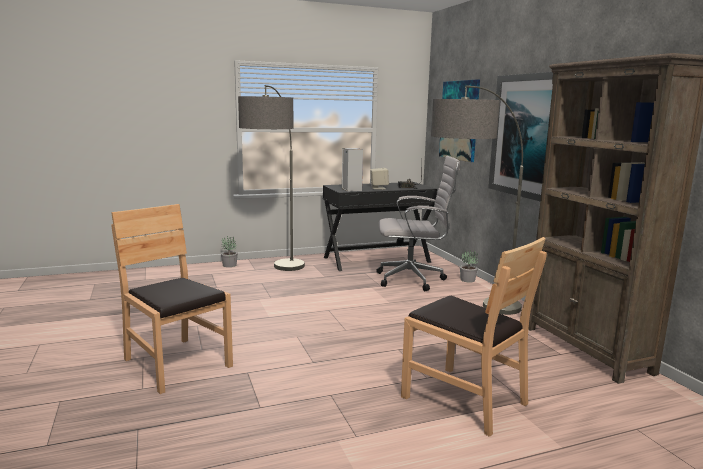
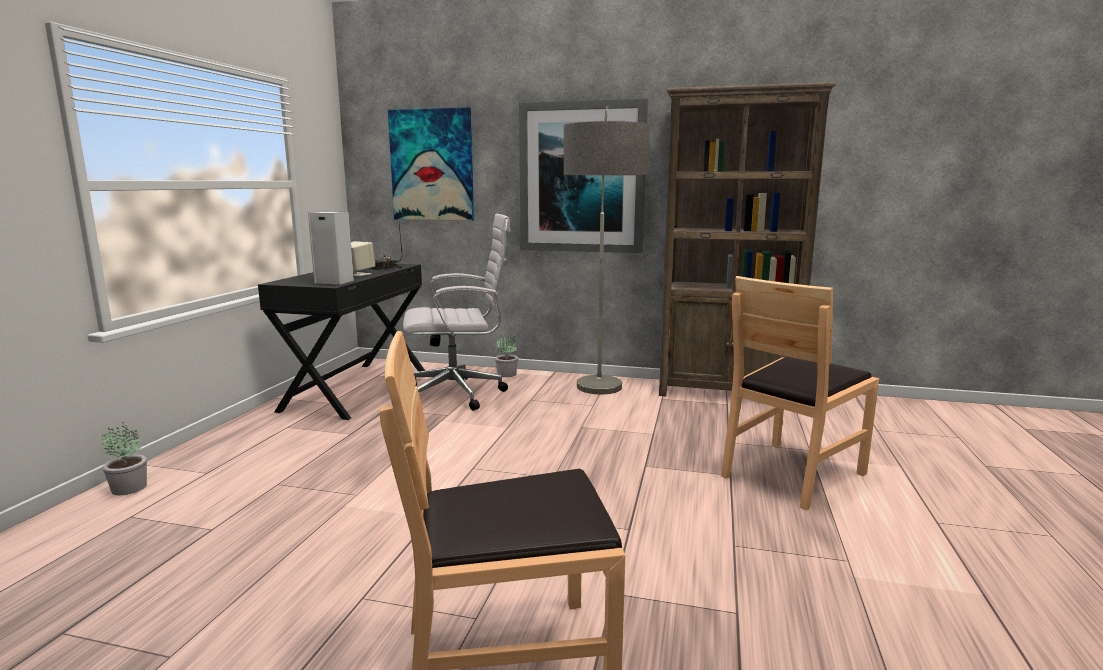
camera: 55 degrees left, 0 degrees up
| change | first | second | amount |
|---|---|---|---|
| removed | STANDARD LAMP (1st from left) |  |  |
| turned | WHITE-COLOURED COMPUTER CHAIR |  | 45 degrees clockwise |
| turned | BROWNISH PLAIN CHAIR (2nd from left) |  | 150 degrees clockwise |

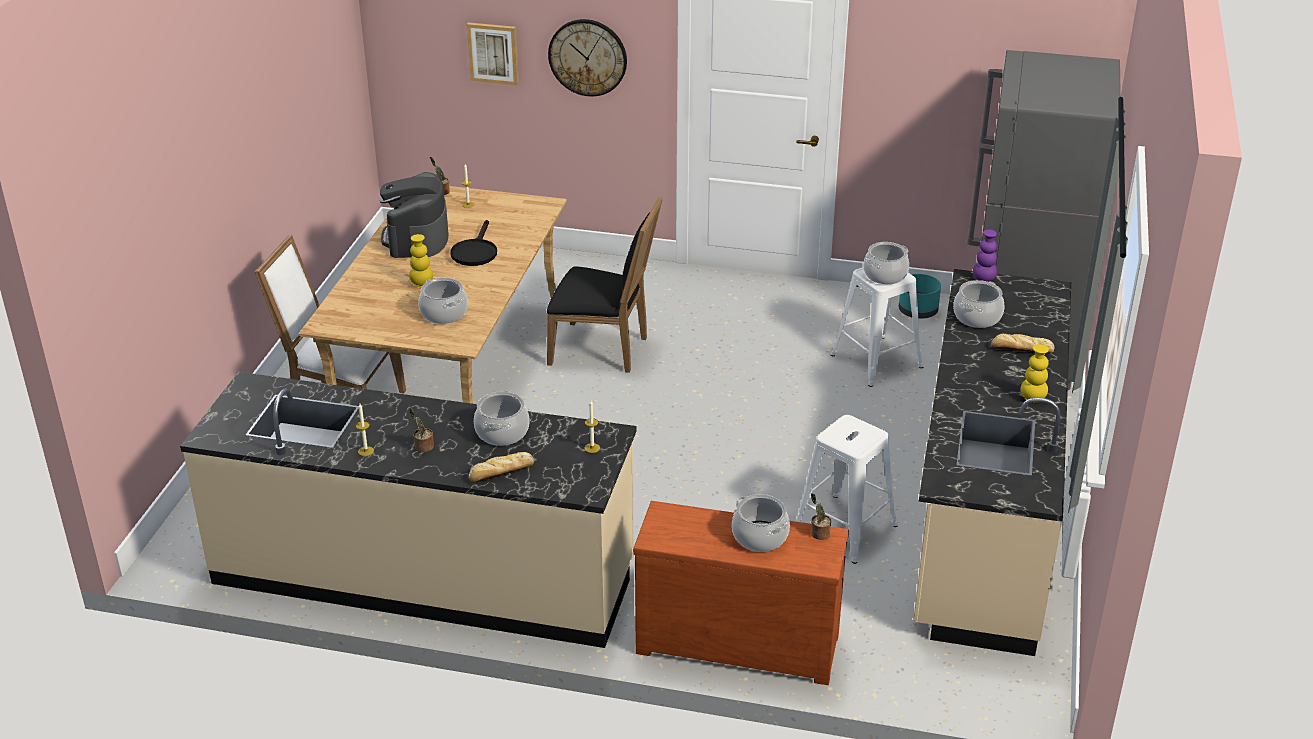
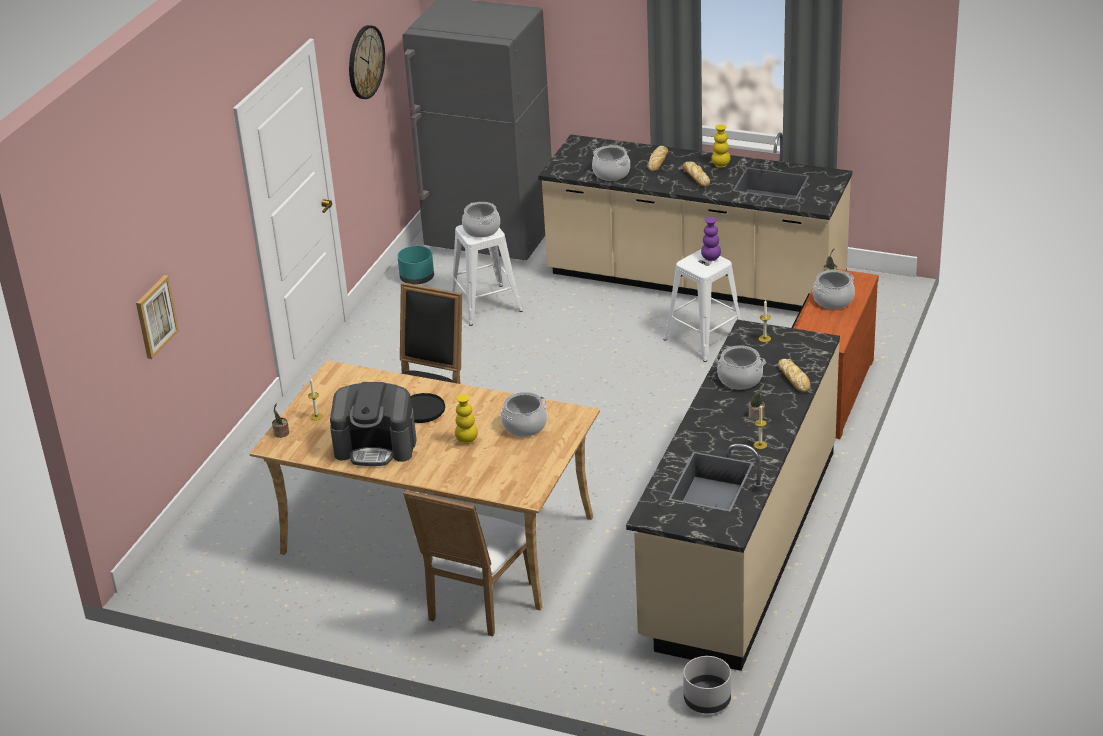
camera: 80 degrees left, 0 degrees up
| change | first | second | amount |
|---|---|---|---|
| added |  | BAKED BREAD (2nd from left) |  |
| added |  | GRAY PLANTER |  |
| moved | WALL CLOCK |  |  |
| moved | PURPLE FLOWER VASE |  |  |

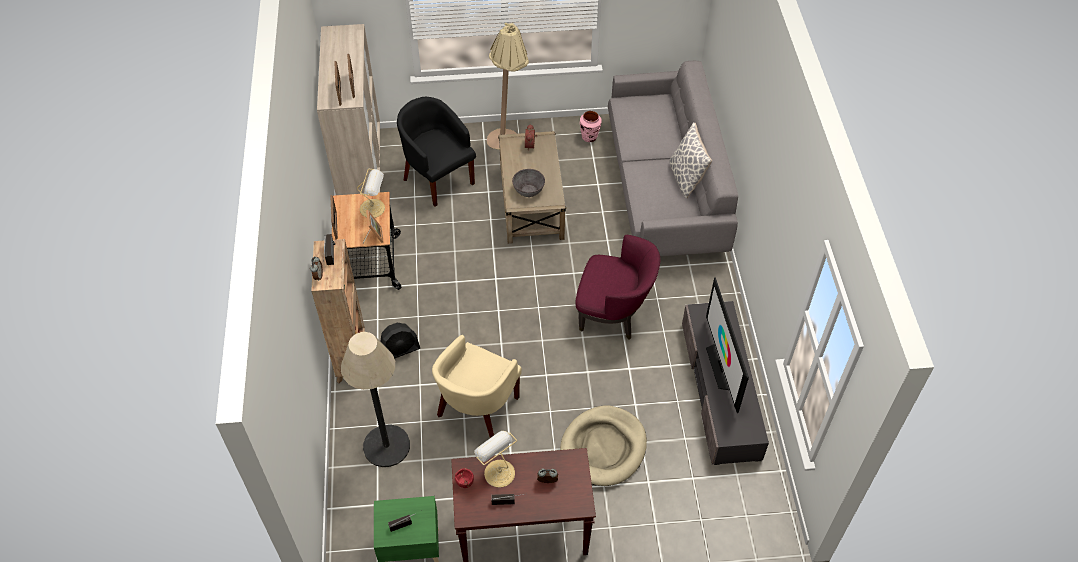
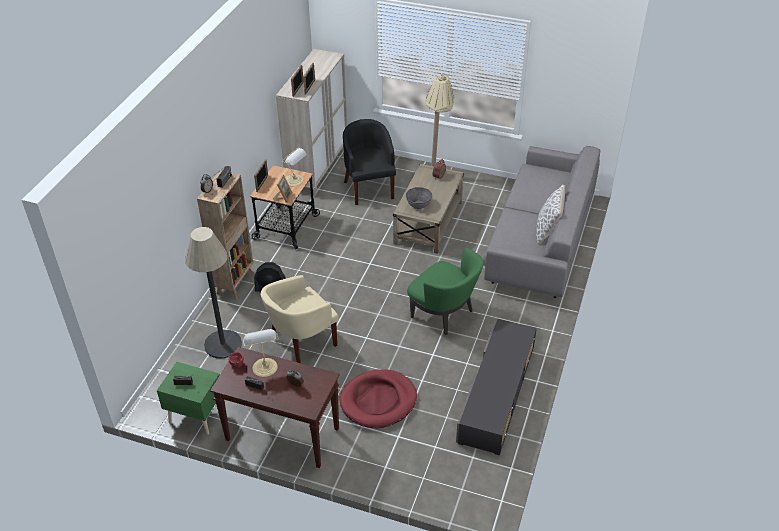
camera: 25 degrees right, 10 degrees down
| change | first | second | amount |
|---|---|---|---|
| removed | PINKISH FLOWER VASE |  |  |
| removed | TELEVISION |  |  |
| recoloured | SAND-COLOURED DOG CUSHION | REDDISH DOG CUSHION |  |
| recoloured | PURPLE EASY CHAIR | GREENISH EASY CHAIR |  |

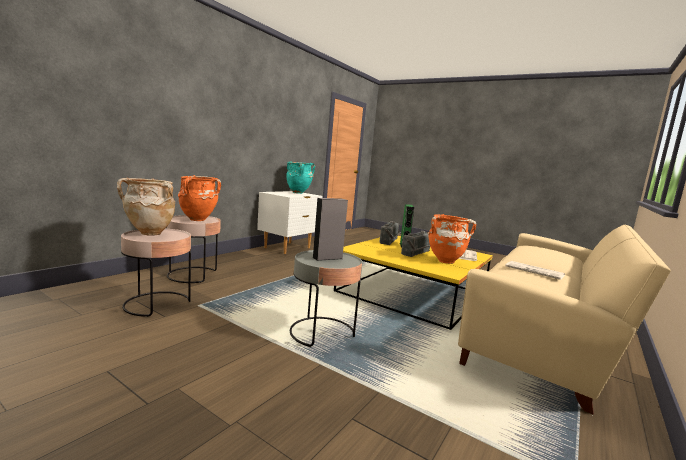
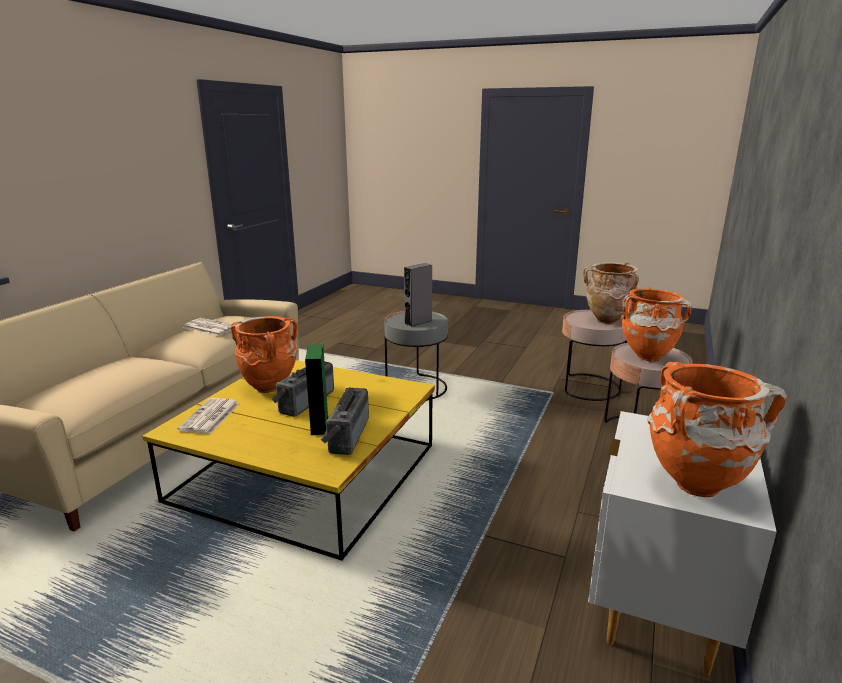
camera: 170 degrees right, 10 degrees up
| change | first | second | amount |
|---|---|---|---|
| recoloured | TURQUOISE FLOWER VASE | ORANGE FLOWER VASE (3rd from left) |  |

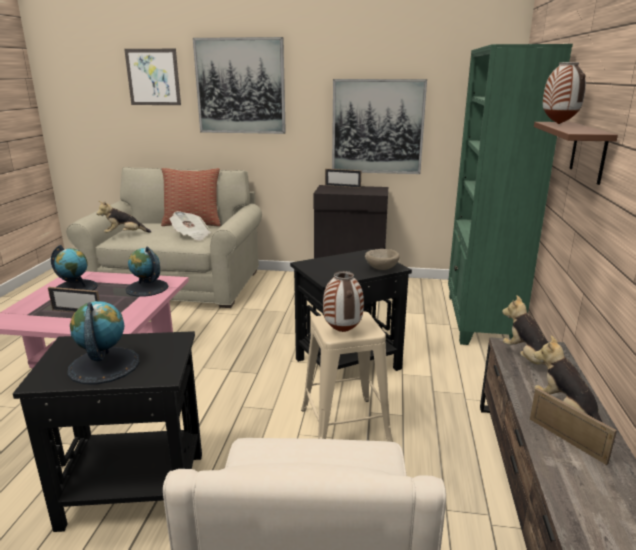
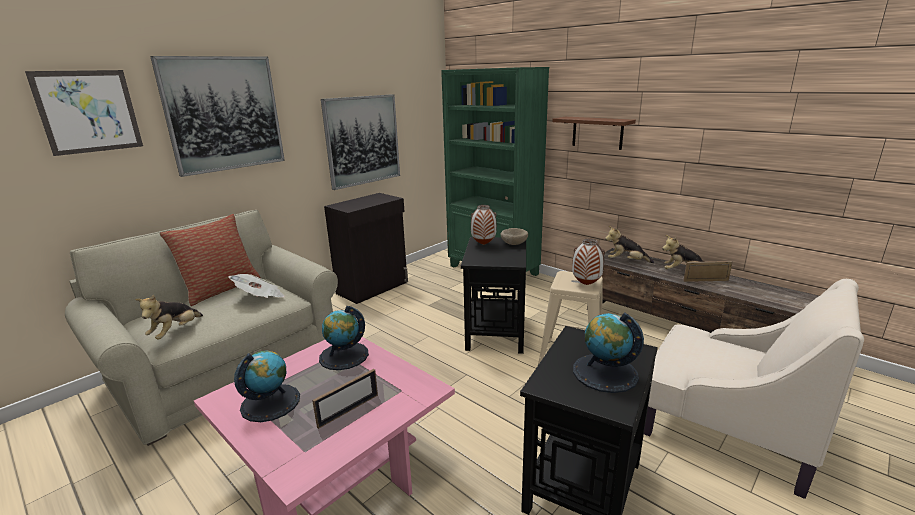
camera: 55 degrees left, 0 degrees up
| change | first | second | amount |
|---|---|---|---|
| removed | PHOTO FRAME (2nd from left) |  |  |
| moved | FLOWER VASE (2nd from left in the first image) | FLOWER VASE (1st from left) |  |

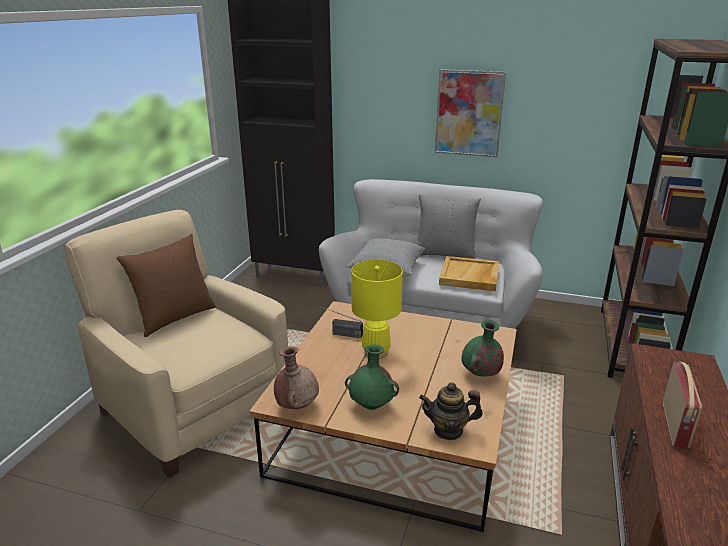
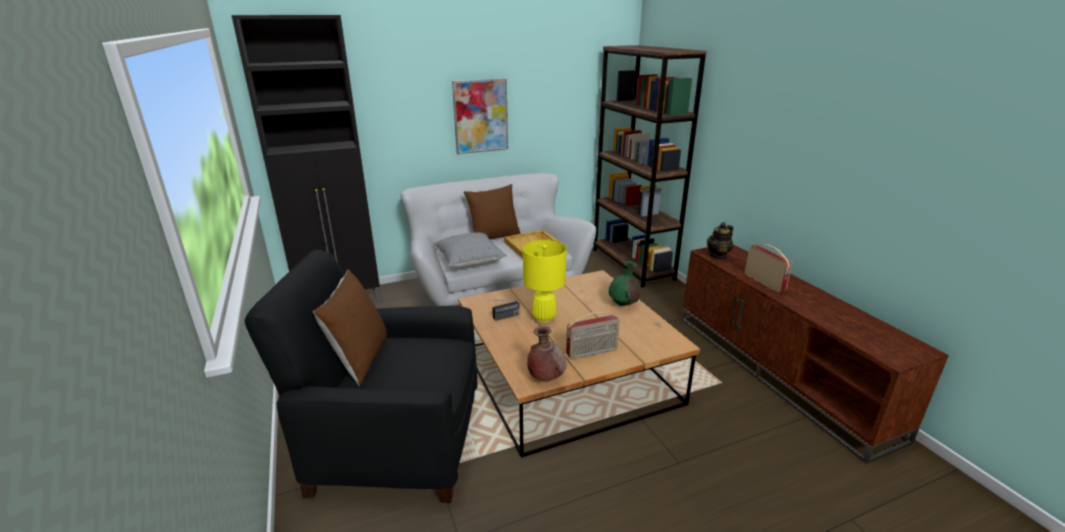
camera: 40 degrees left, 0 degrees up
| change | first | second | amount |
|---|---|---|---|
| moved | TEA POT |  |  |
| replaced | GREENISH FLOWER VASE (1st from left) | RADIO (2nd from left) |  |
| recoloured | SAND-COLOURED EASY CHAIR | BLACK EASY CHAIR |  |
| recoloured | GRAY PILLOW (2nd from left) | BROWNISH PILLOW (2nd from left) |  |

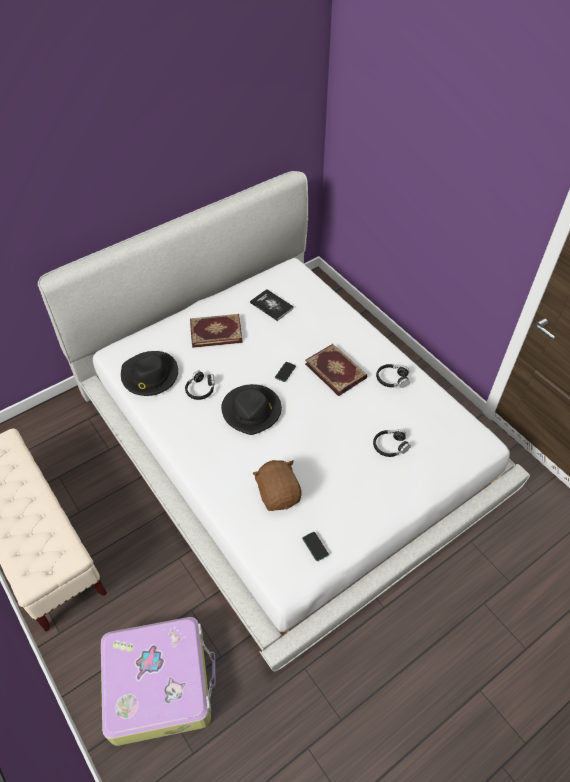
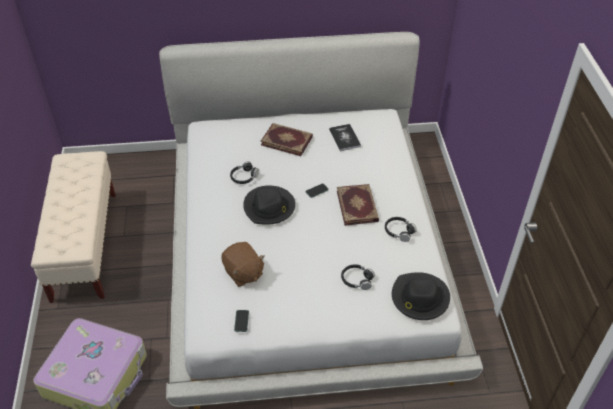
camera: 30 degrees right, 5 degrees down
| change | first | second | amount |
|---|---|---|---|
| moved | BLACK HAT (1st from left in the first image) | BLACK HAT (2nd from left) |  |
| turned | BROWNISH PLUSH TOY |  | 135 degrees clockwise |

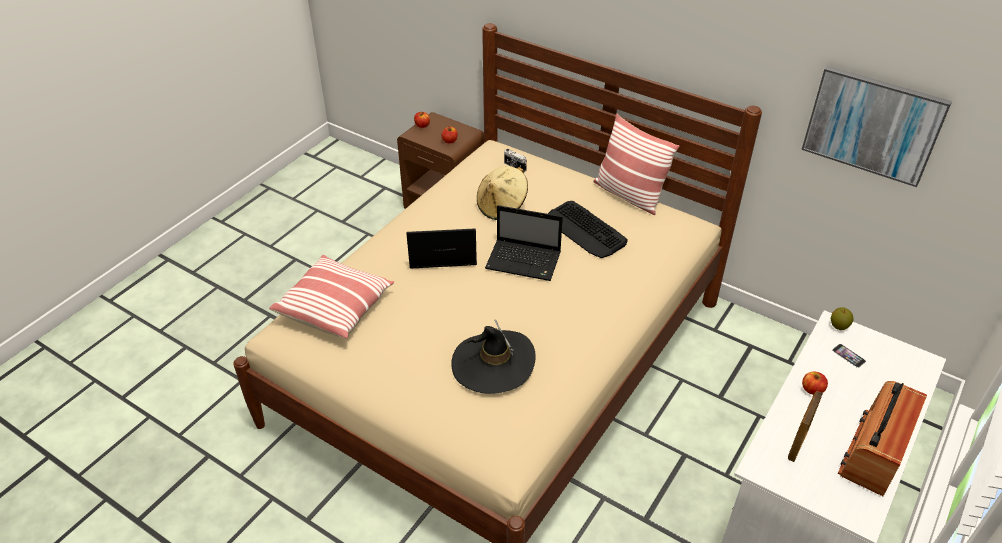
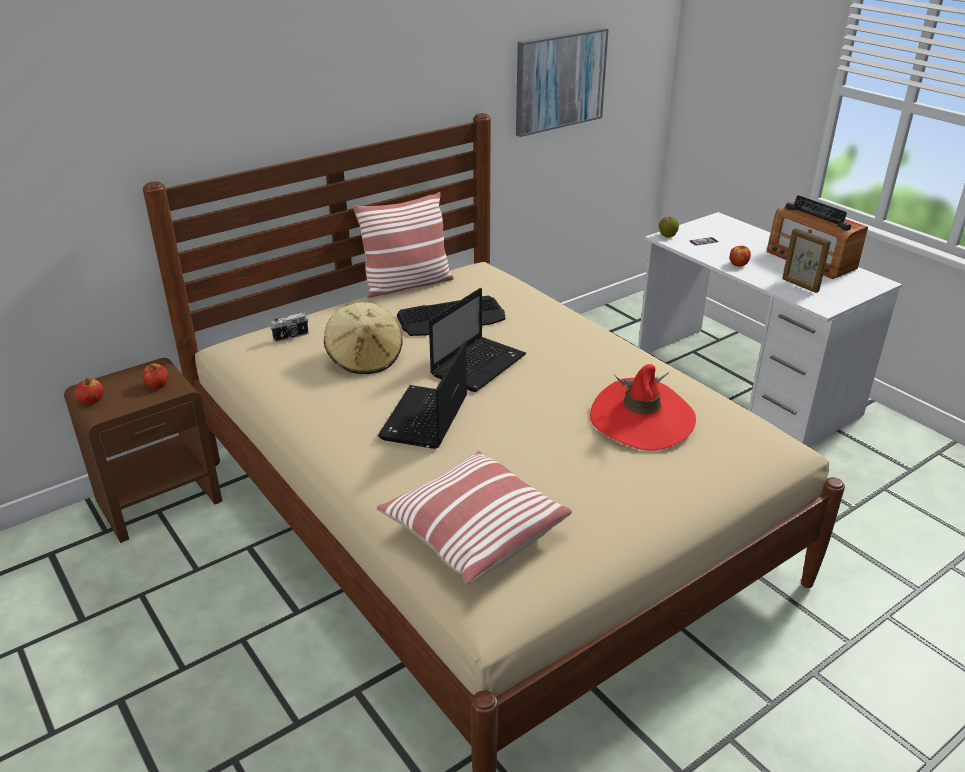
camera: 70 degrees left, 10 degrees down
| change | first | second | amount |
|---|---|---|---|
| recoloured | BLACK HAT | REDDISH HAT |  |

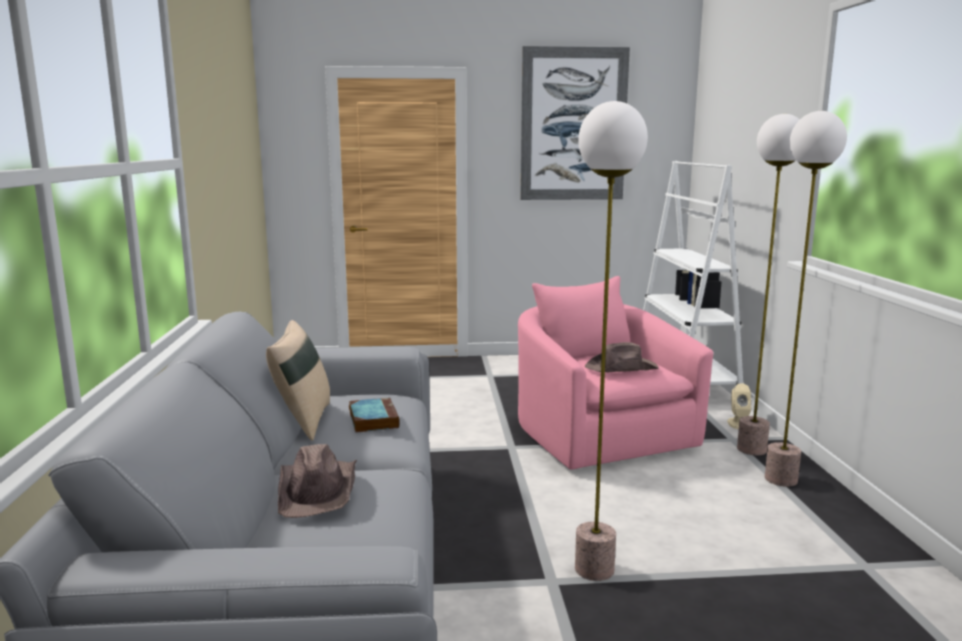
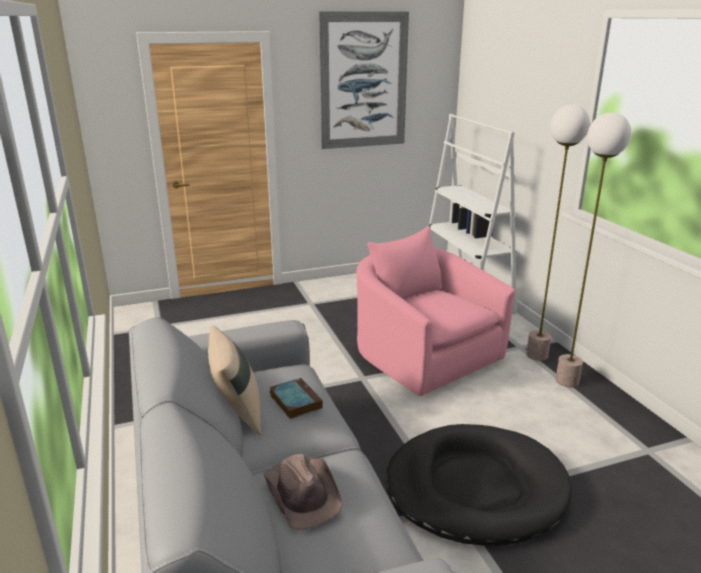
camera: 15 degrees left, 10 degrees up
| change | first | second | amount |
|---|---|---|---|
| removed | BROWNISH HAT (2nd from left) |  |  |
| removed | SAND-COLOURED AUDIO SPEAKER |  |  |
| replaced | STANDARD LAMP (1st from left) | BLACK DOG CUSHION |  |

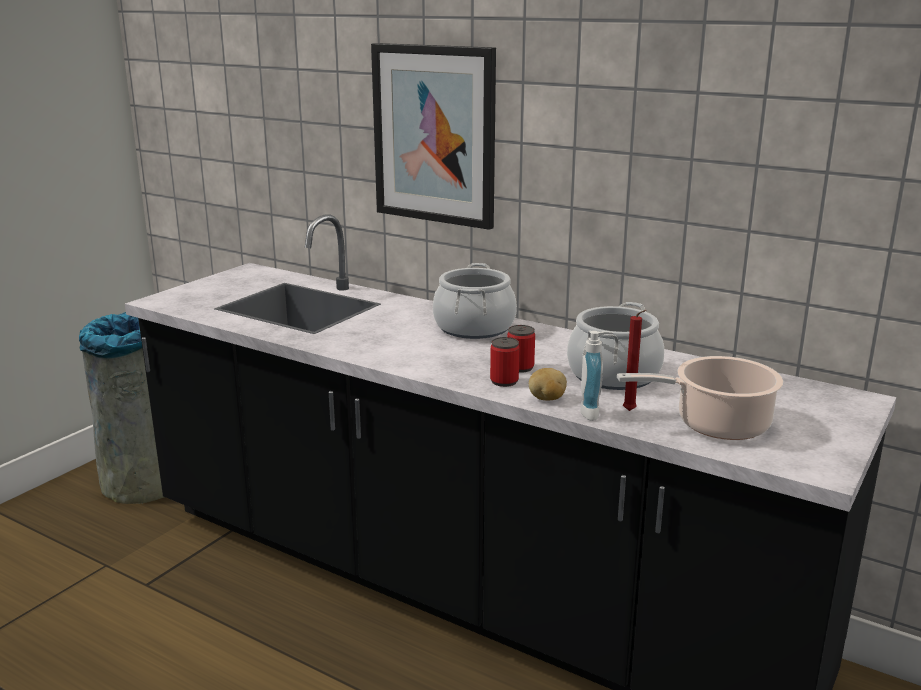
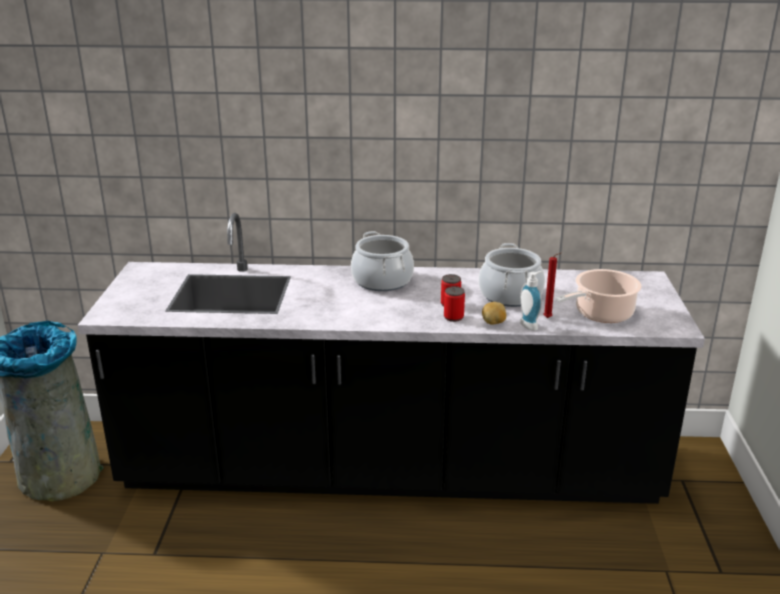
camera: 30 degrees left, 5 degrees up
| change | first | second | amount |
|---|---|---|---|
| removed | WALL PICTURE |  |  |

